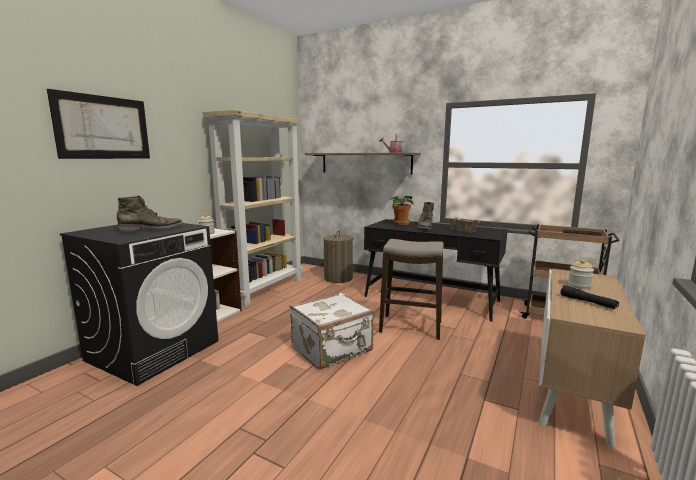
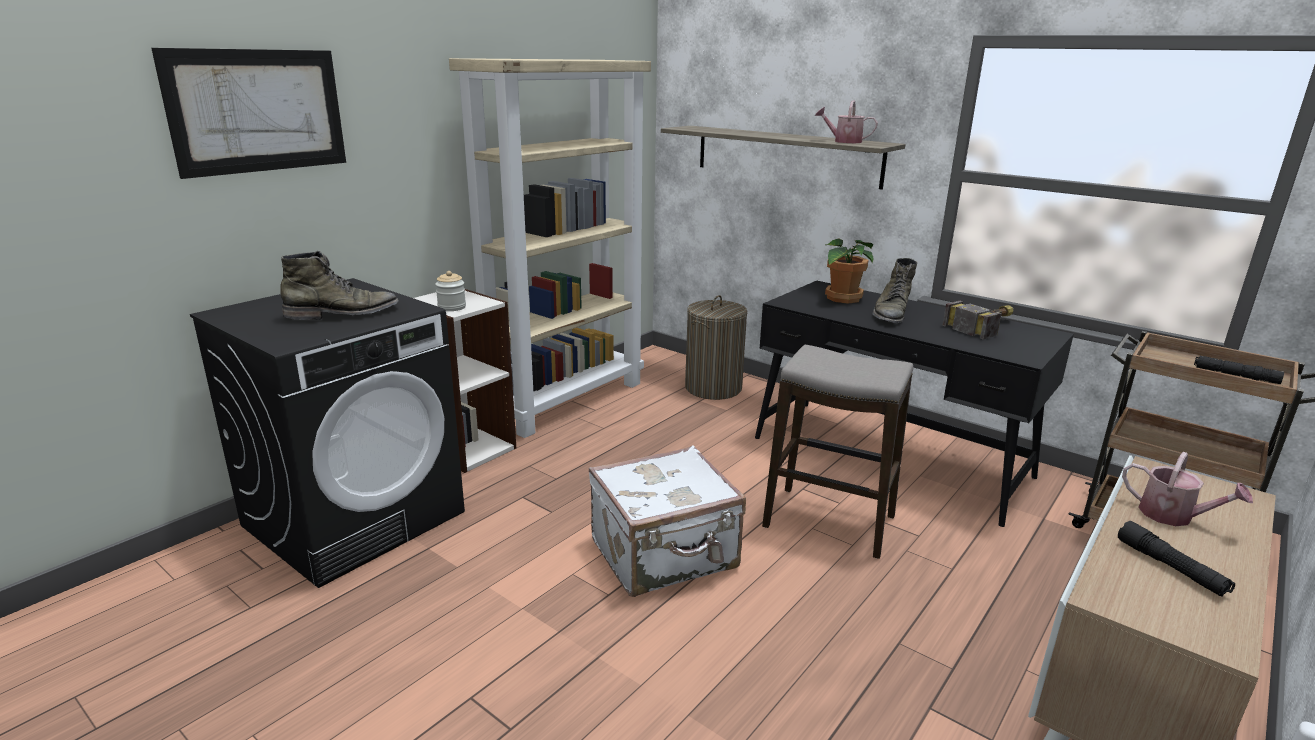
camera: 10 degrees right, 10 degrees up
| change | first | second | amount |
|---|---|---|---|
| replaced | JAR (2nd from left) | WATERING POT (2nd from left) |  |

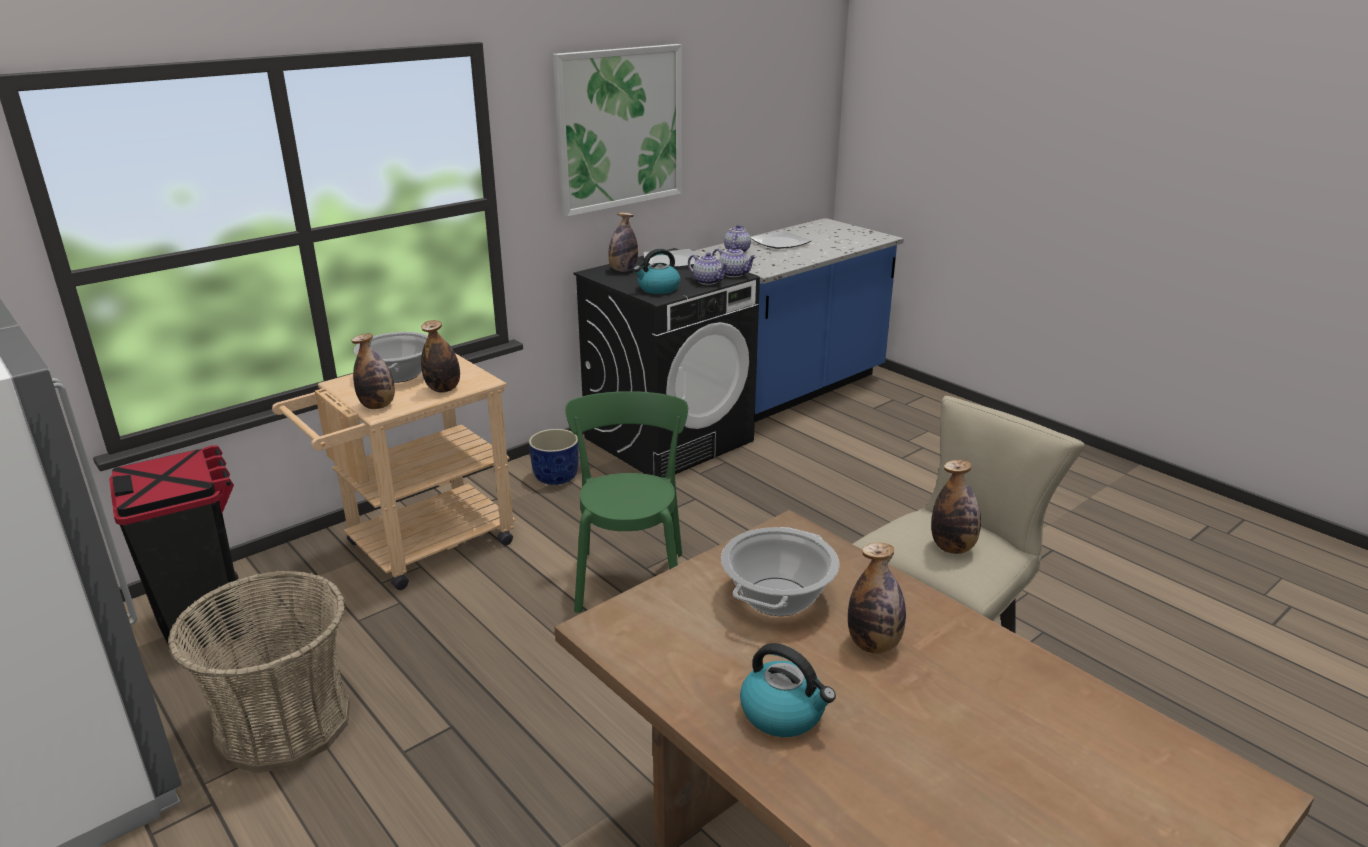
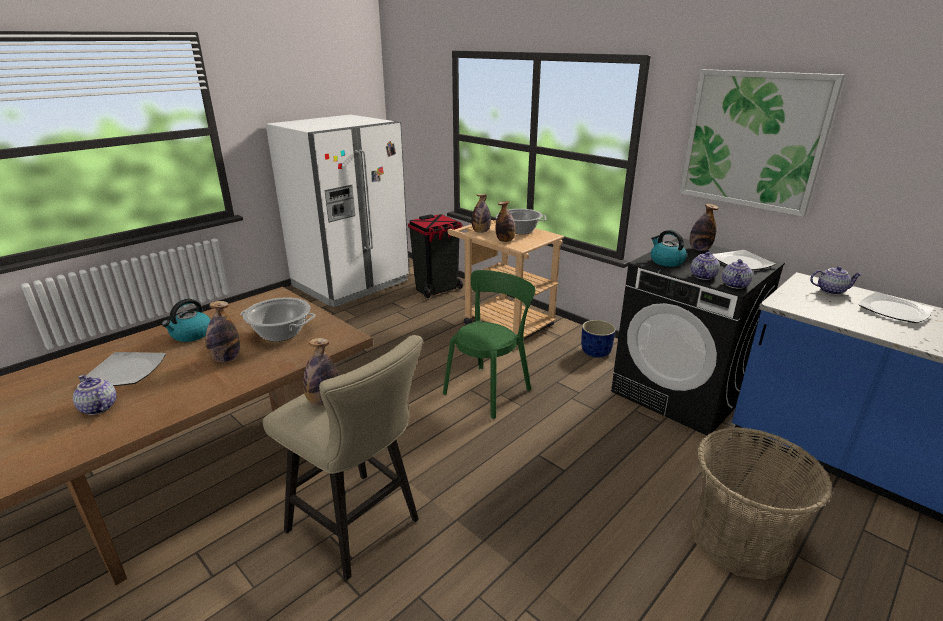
camera: 85 degrees right, 0 degrees up
| change | first | second | amount |
|---|---|---|---|
| added |  | TEA POT (1st from left) |  |
| added |  | DINNER PLATE (1st from left) |  |
| moved | HOUSEHOLD BASKET |  |  |
| turned | GREENISH PLAIN CHAIR |  | 45 degrees counterclockwise |

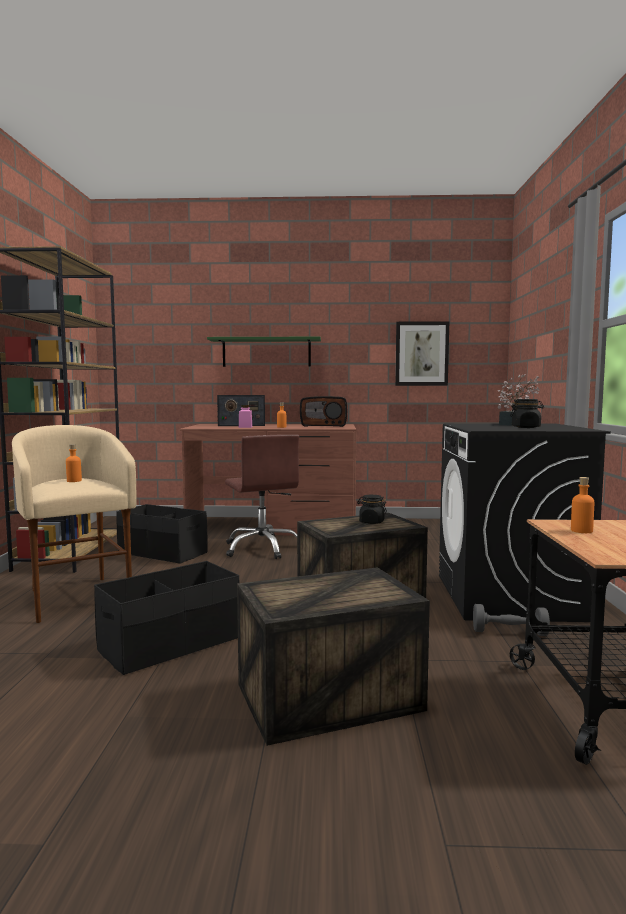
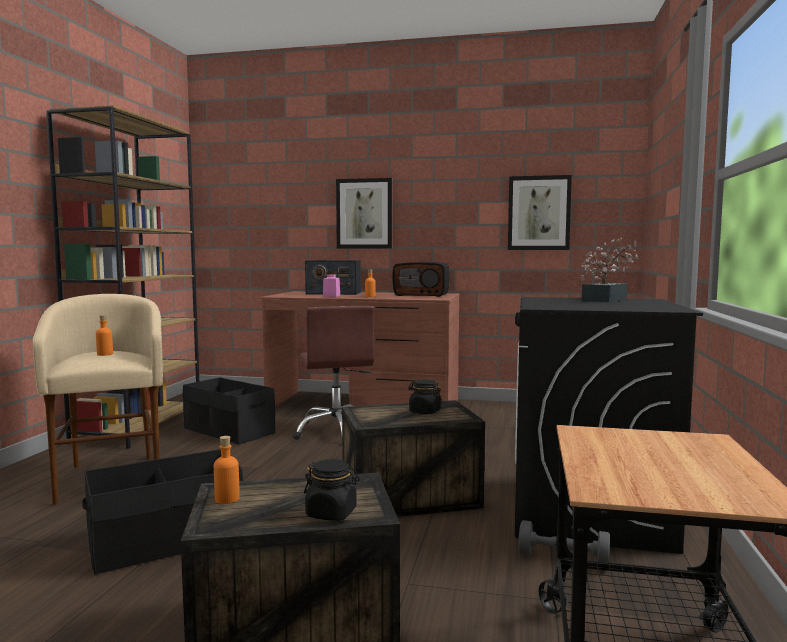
camera: 10 degrees right, 0 degrees up
| change | first | second | amount |
|---|---|---|---|
| moved | BLACK JAR (2nd from left in the first image) | BLACK JAR (1st from left) |  |
| moved | ORANGE BOTTLE (3rd from left in the first image) | ORANGE BOTTLE (2nd from left) |  |
| replaced | GREENISH WALL SHELF | WALL PICTURE (1st from left) |  |

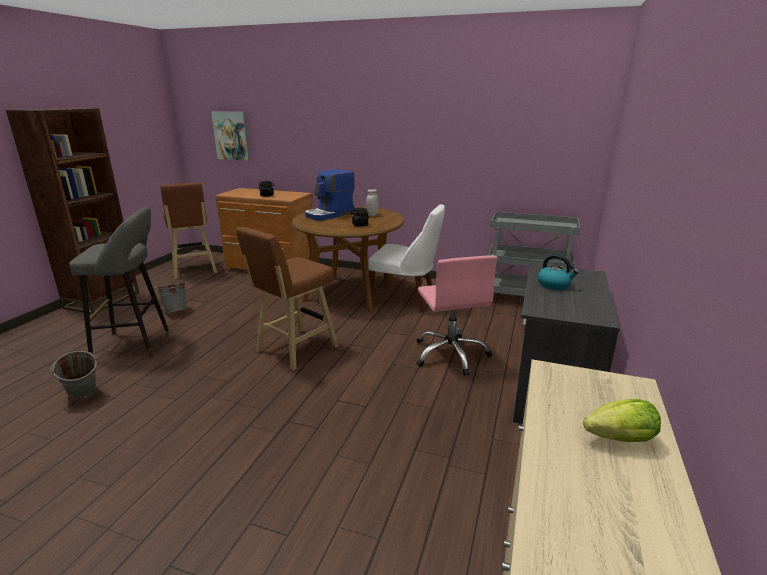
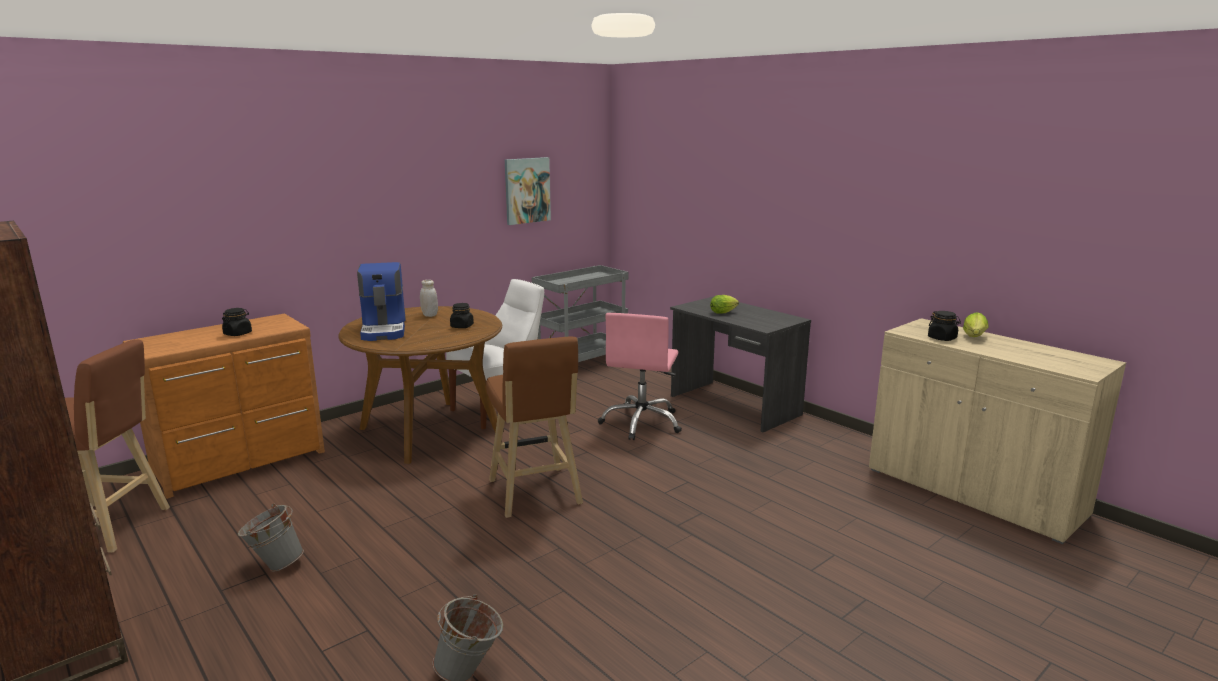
camera: 60 degrees left, 5 degrees down
| change | first | second | amount |
|---|---|---|---|
| removed | GRAY STOOL |  |  |
| added |  | BLACK JAR (3rd from left) |  |
| moved | WALL PICTURE |  |  |
| replaced | TEA KETTLE | HEAD OF LETTUCE (1st from left) |  |
| turned | PINKISH COMPUTER CHAIR |  | 90 degrees clockwise |

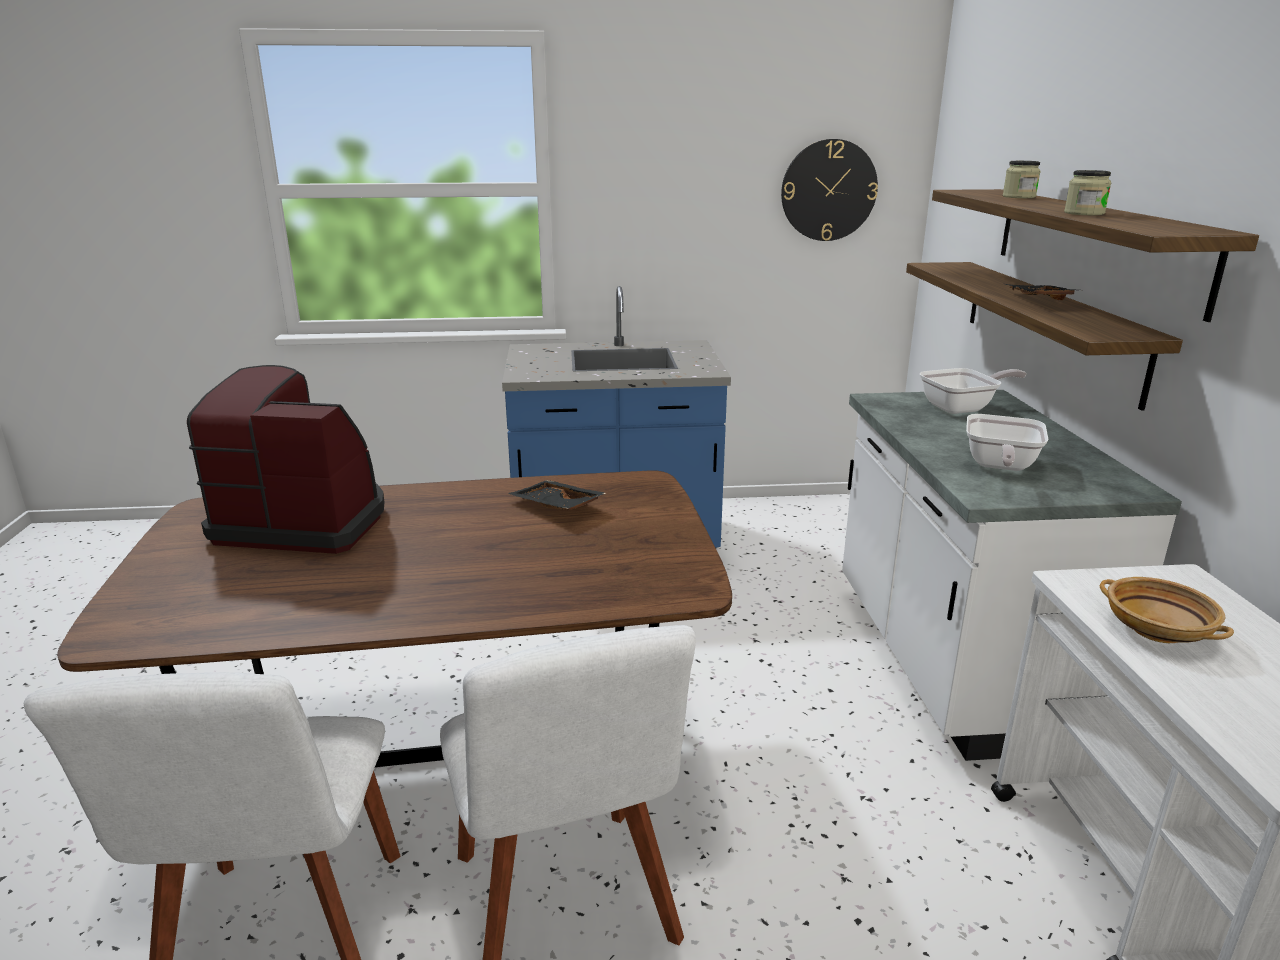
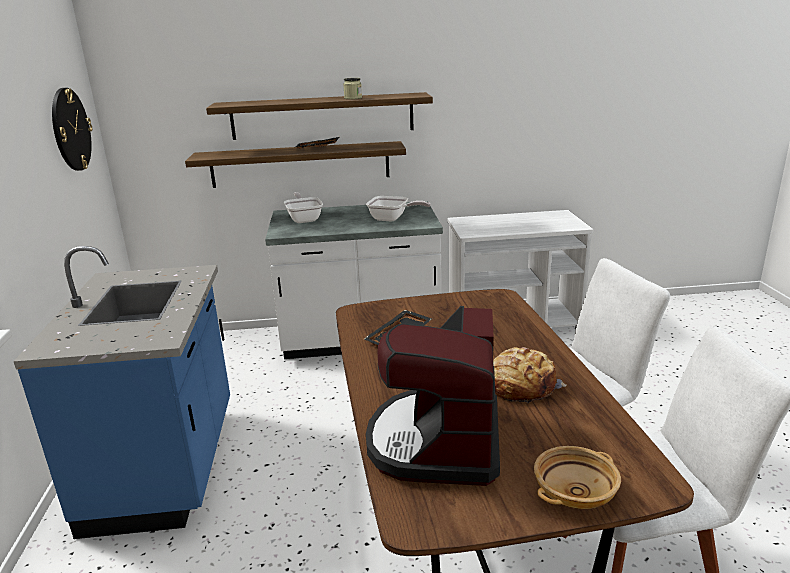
camera: 90 degrees left, 0 degrees up
| change | first | second | amount |
|---|---|---|---|
| removed | JAR (1st from left) |  |  |
| added |  | BAKED BREAD |  |
| moved | SAND-COLOURED DEEP DISH |  |  |

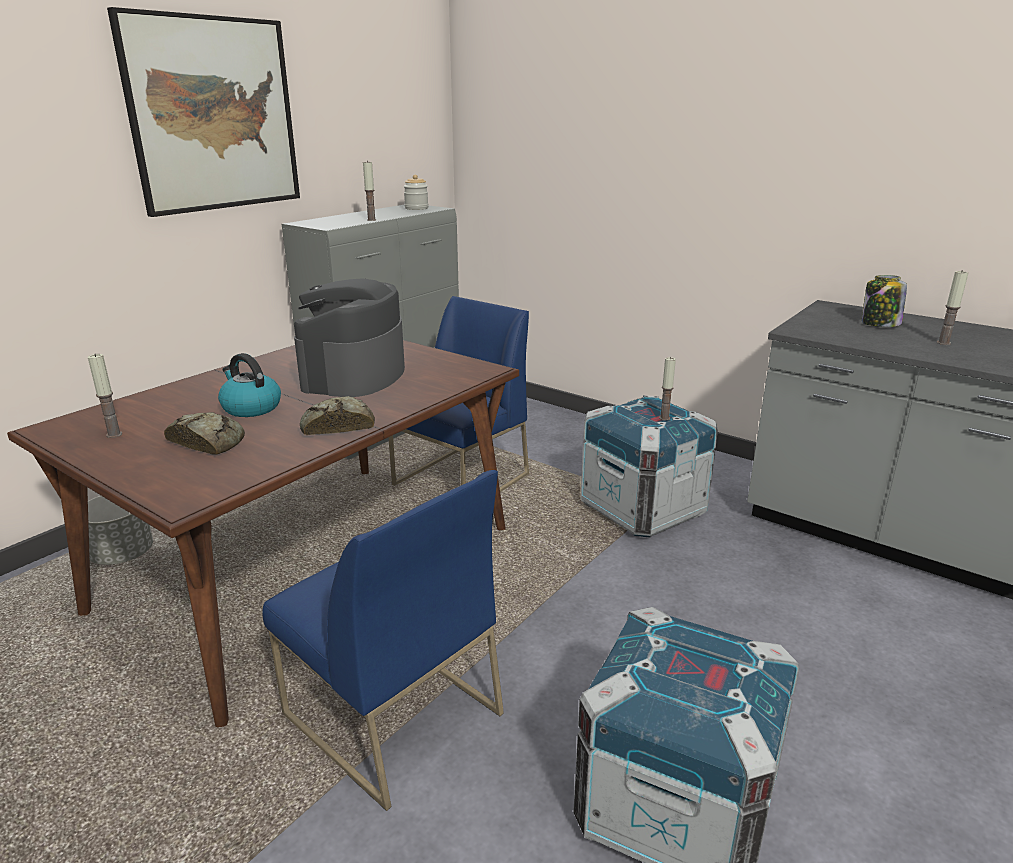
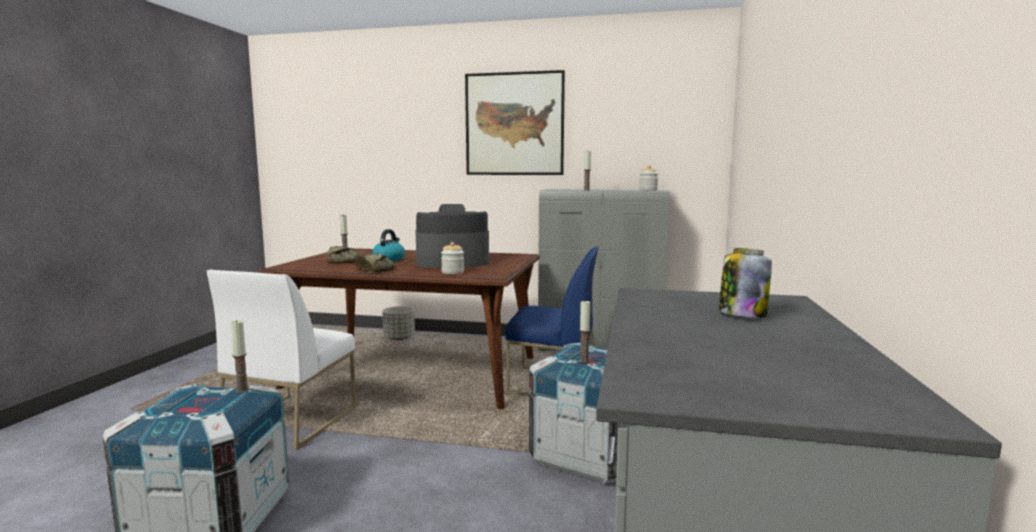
camera: 65 degrees right, 15 degrees down
| change | first | second | amount |
|---|---|---|---|
| added |  | JAR (1st from left) |  |
| moved | CANDLE (4th from left in the first image) | CANDLE (1st from left) |  |
| recoloured | BLUE PLAIN CHAIR (1st from left) | WHITE-COLOURED PLAIN CHAIR |  |

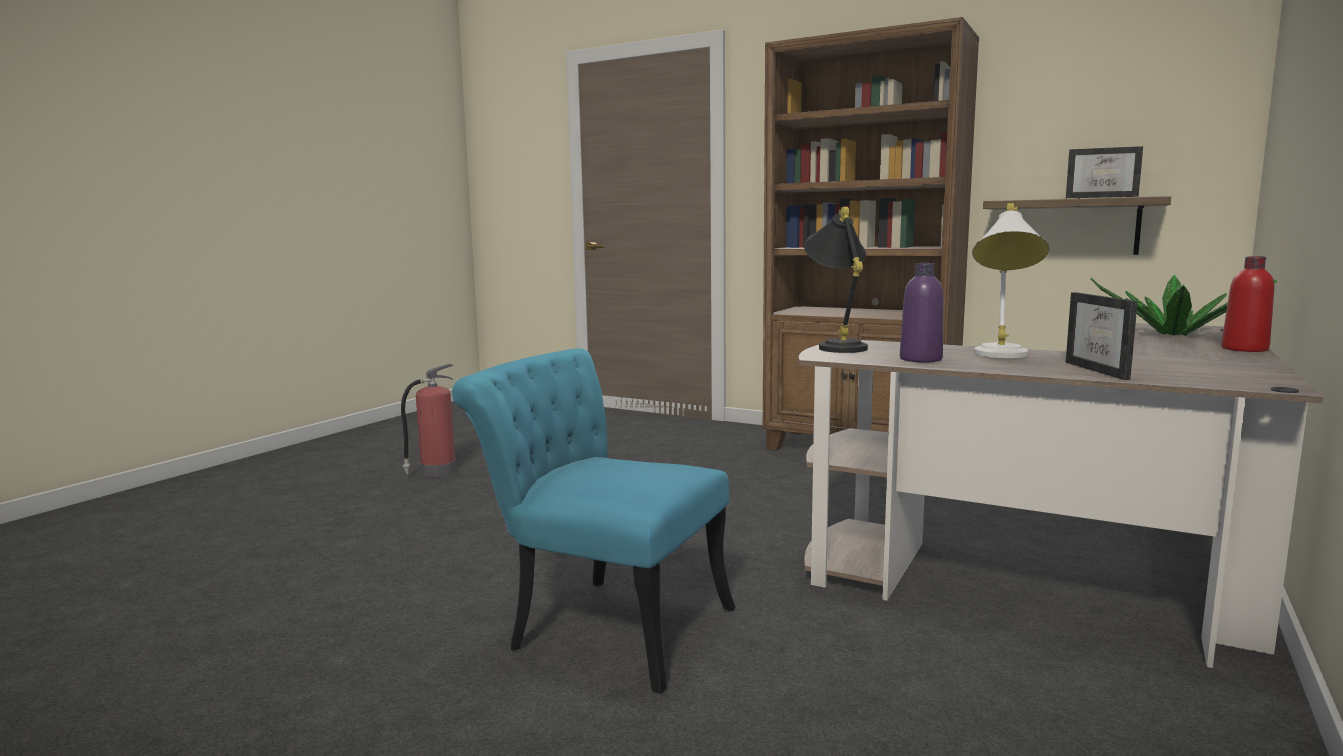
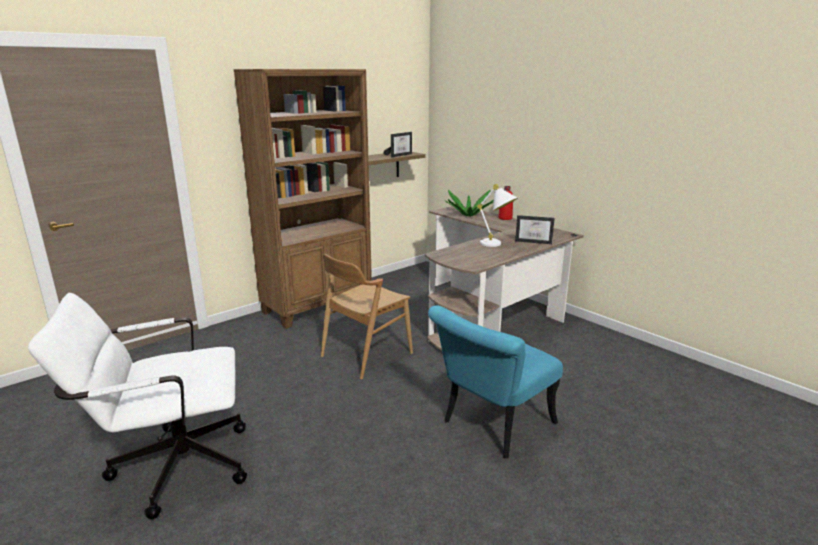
camera: 70 degrees left, 10 degrees up
| change | first | second | amount |
|---|---|---|---|
| removed | BLACK TABLE LAMP |  |  |
| removed | PURPLE BOTTLE |  |  |
| added |  | BROWNISH PLAIN CHAIR |  |
| replaced | EXTINGUISHER | WHITE-COLOURED COMPUTER CHAIR |  |

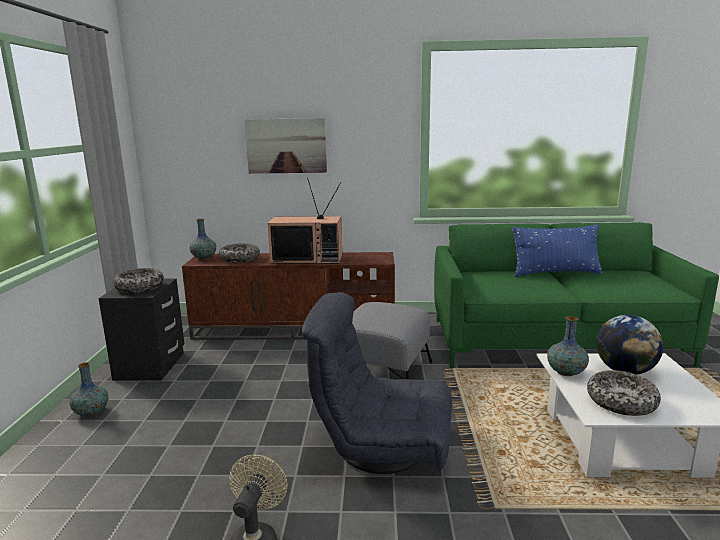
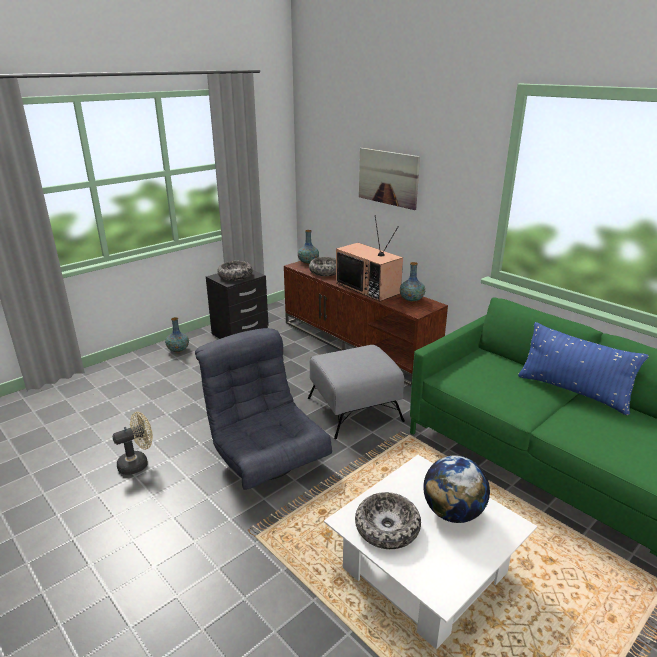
camera: 45 degrees right, 10 degrees up
| change | first | second | amount |
|---|---|---|---|
| moved | FLOWER VASE (3rd from left) |  |  |

